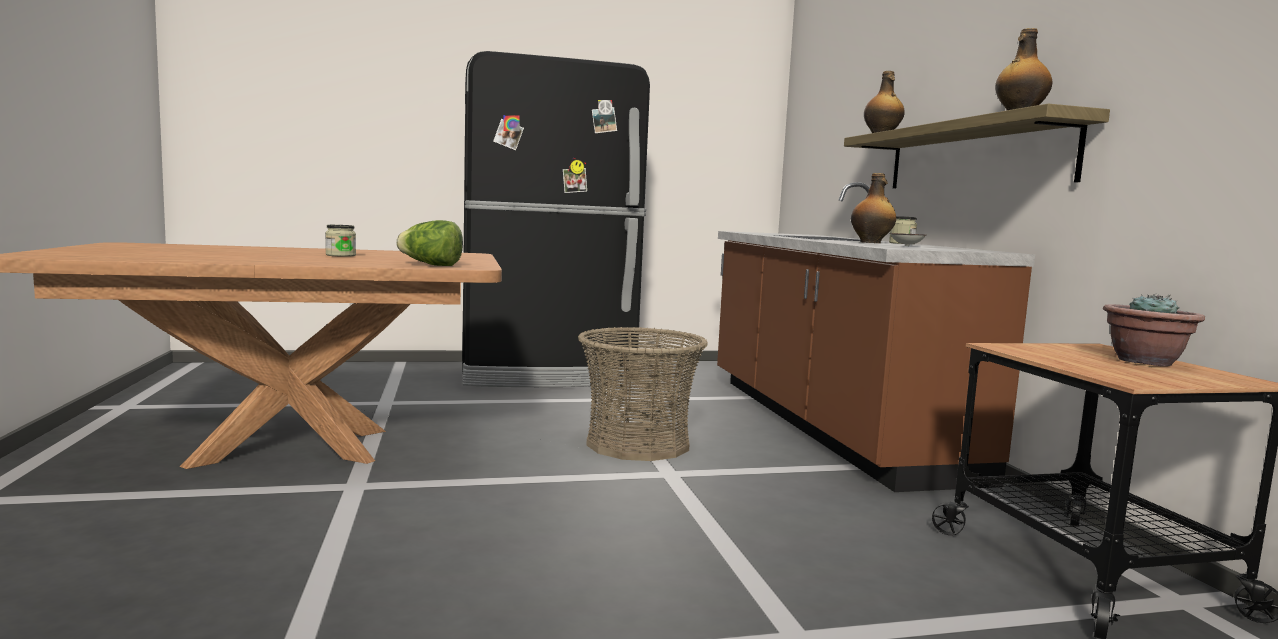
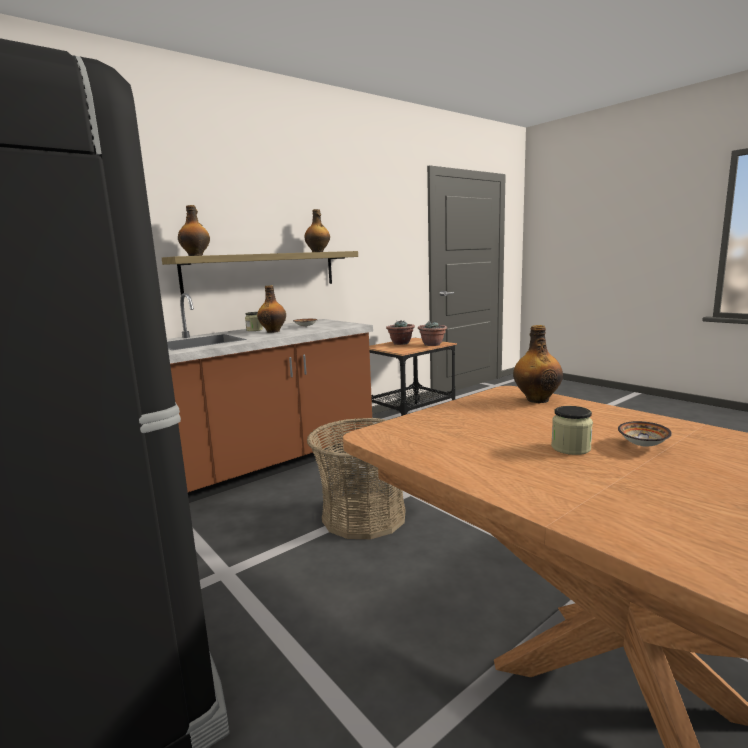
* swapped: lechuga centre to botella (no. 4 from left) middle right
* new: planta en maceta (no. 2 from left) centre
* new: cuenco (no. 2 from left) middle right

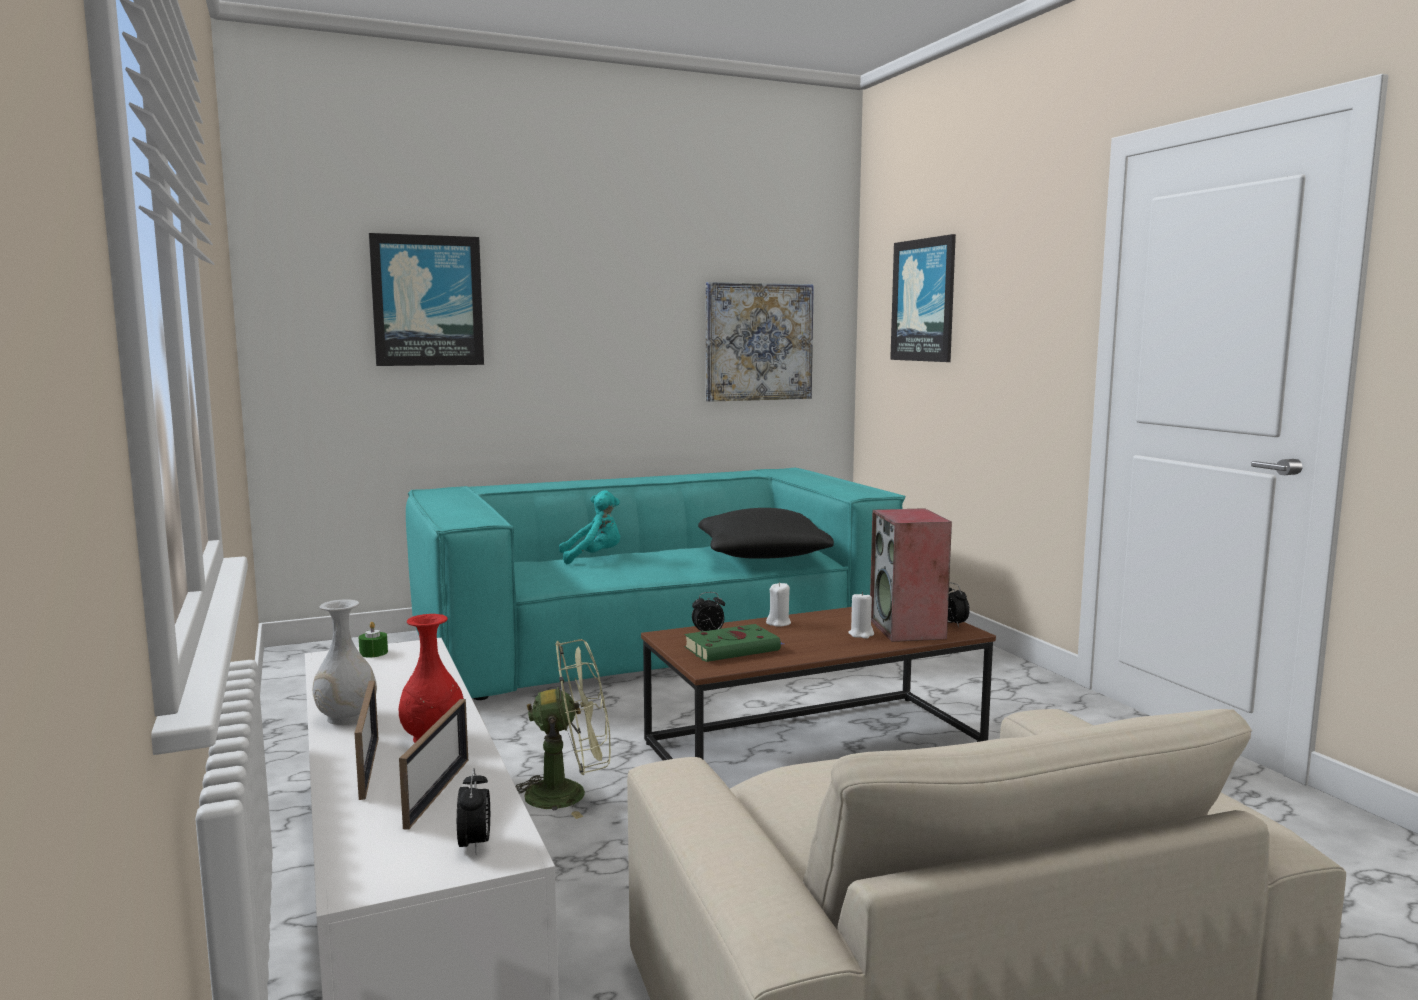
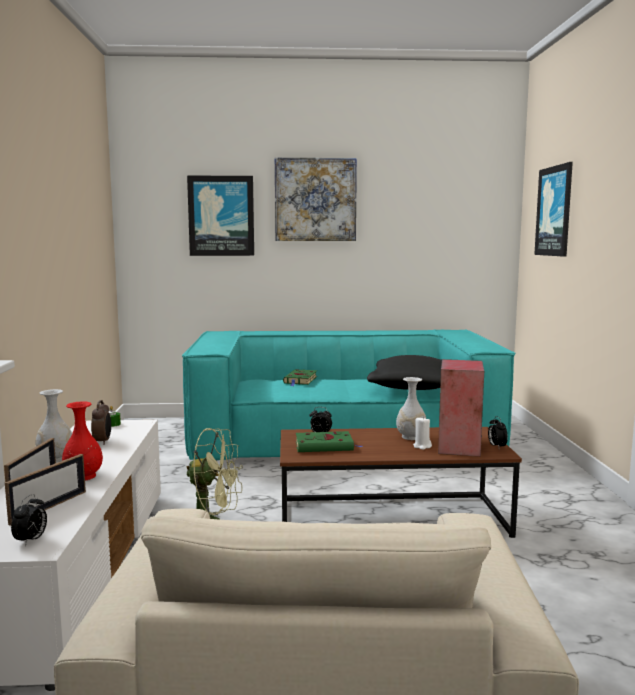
* shifted: cuadro (no. 2 from left) centre to top centre
* swapped: peluche (turquesa) centre to libro (verde) (no. 1 from left) centre
* gone: vela (blanco) (no. 1 from left) centre
* new: florero (blanco) (no. 2 from left) centre
* new: despertador (no. 2 from left) middle left

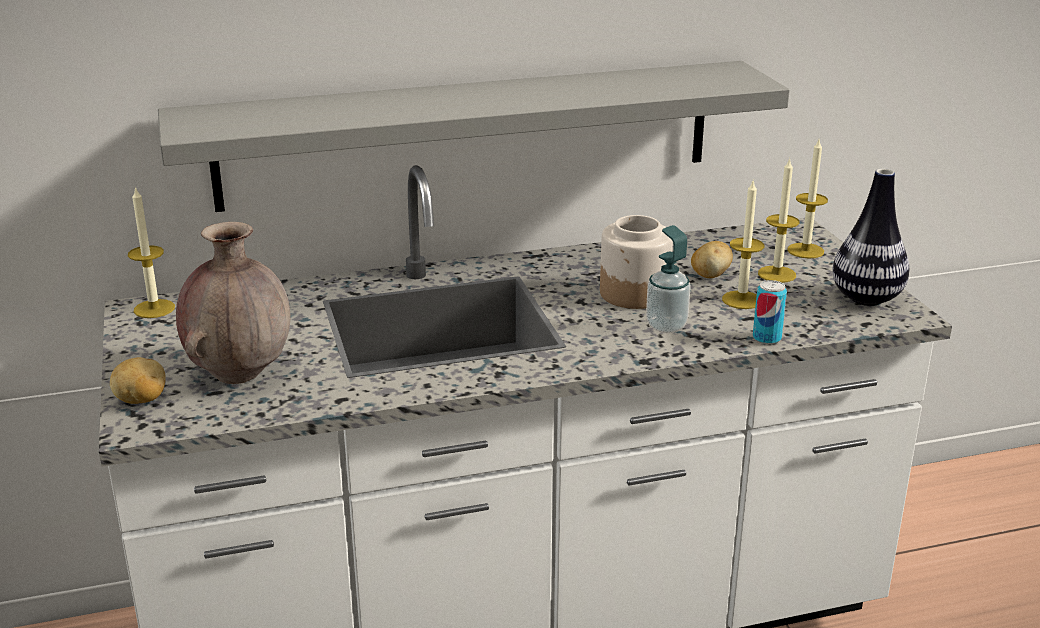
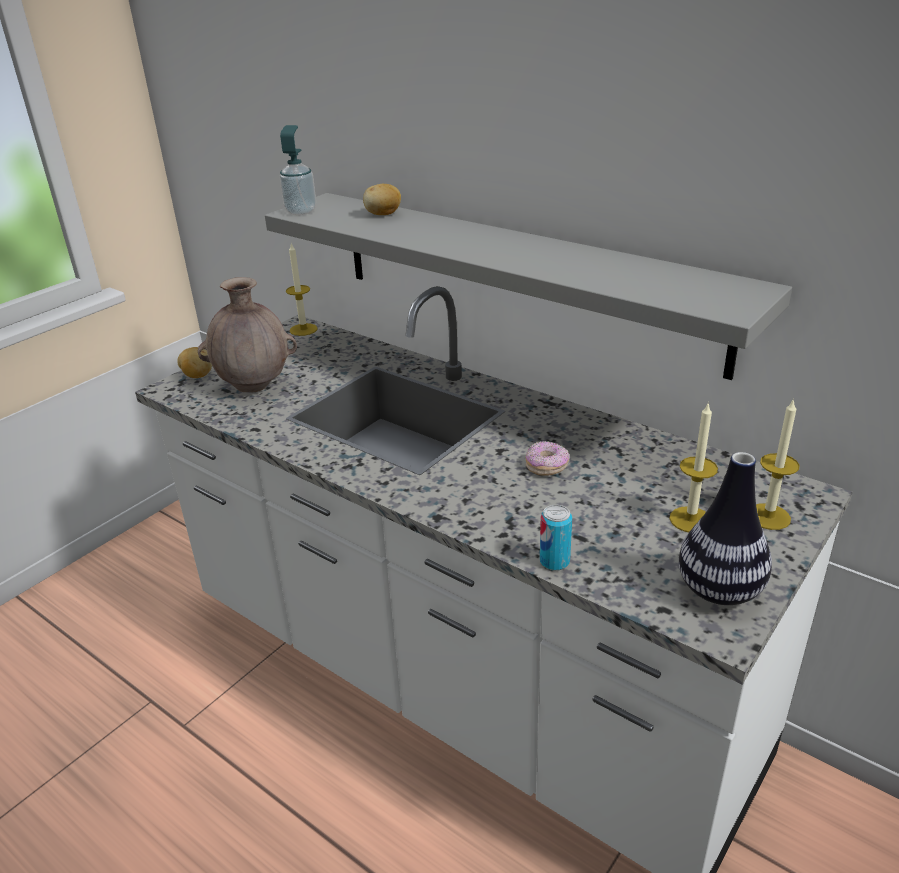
* gone: vela (no. 2 from left) middle right
* swapped: tarro centre to rosquilla centre
* shifted: dispensador de jabón centre to top left
* shifted: patata (no. 2 from left) middle right to top centre

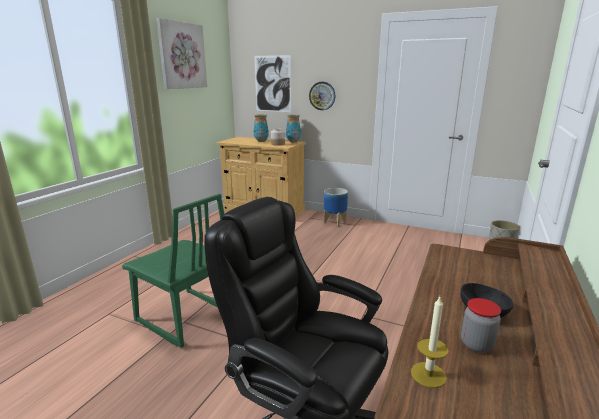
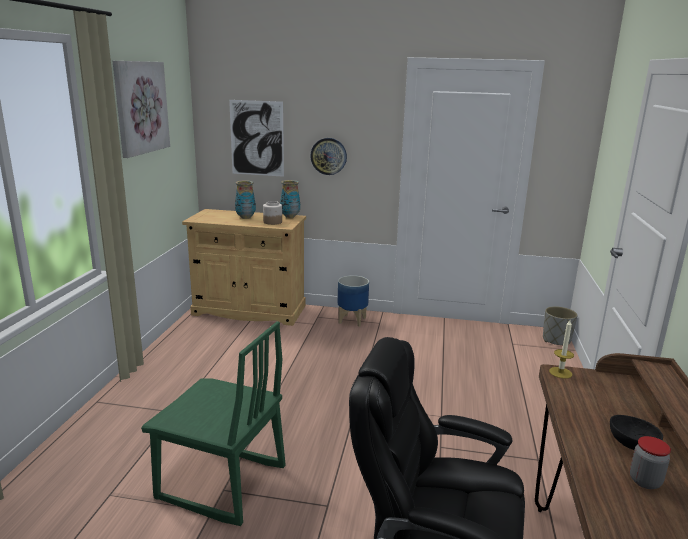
* shifted: vela bottom right to middle right

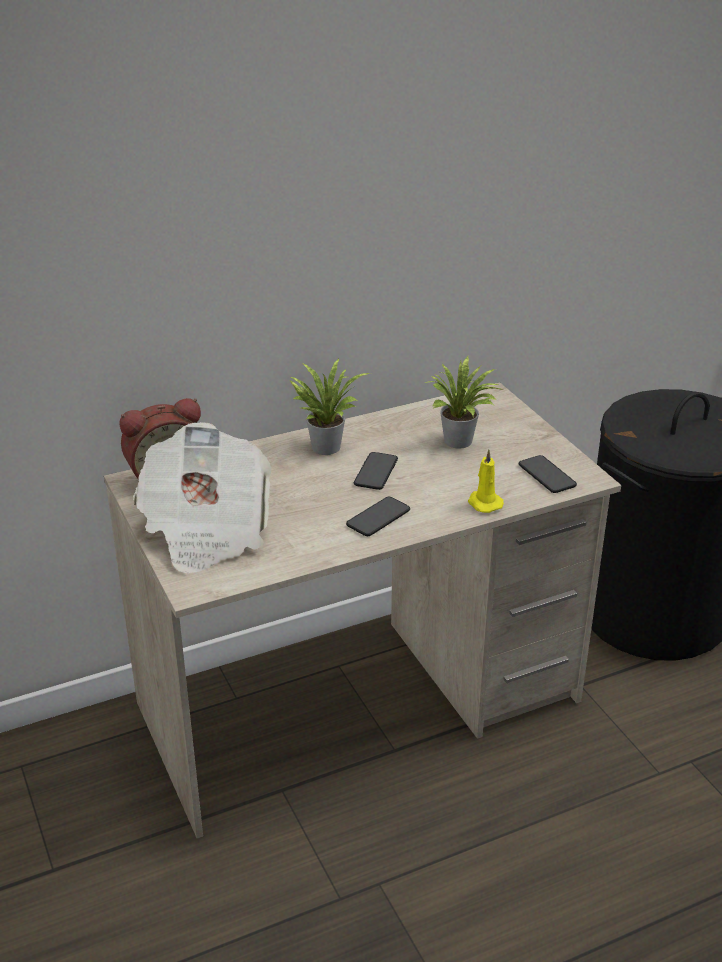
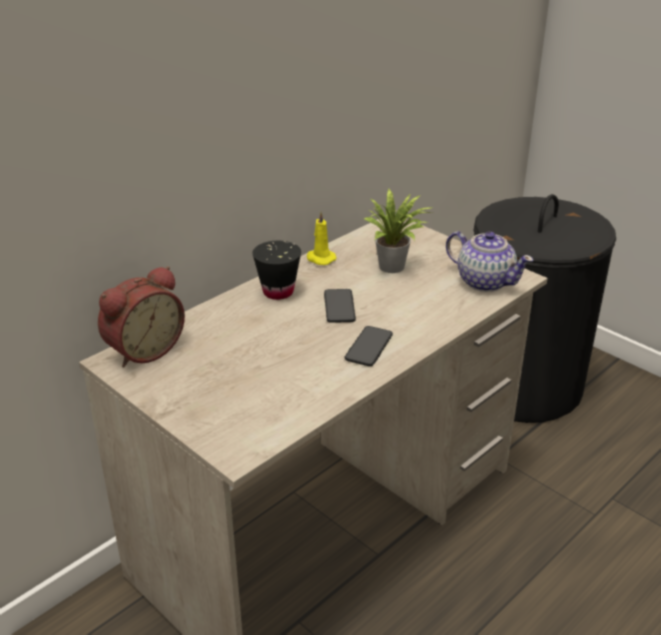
* swapped: planta en maceta (no. 1 from left) centre to taza (negro) centre
* gone: periódico middle left
* shifted: vela (amarillo) middle right to centre
* swapped: móvil (no. 3 from left) middle right to tetera middle right

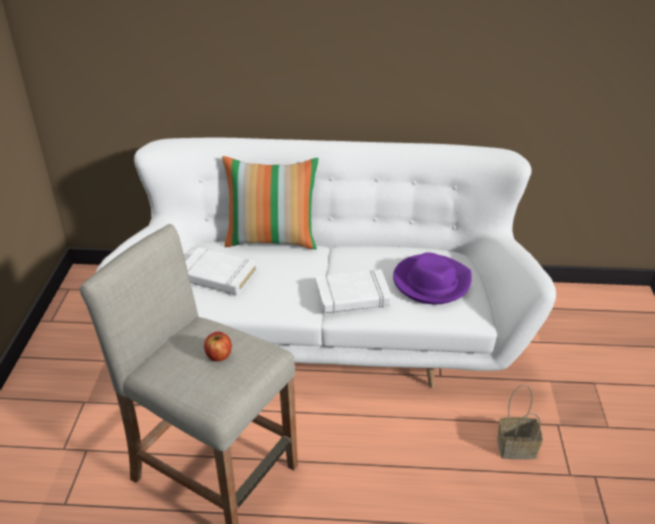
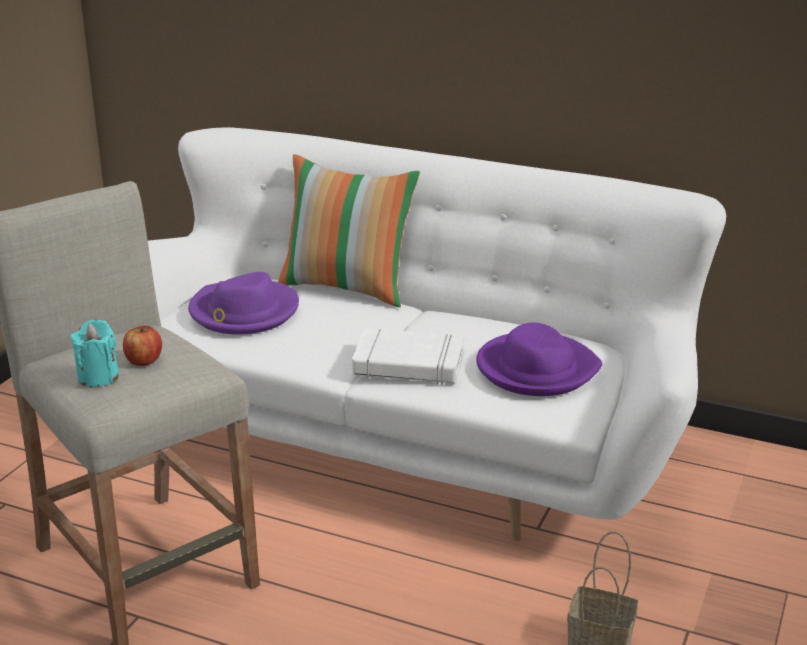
* swapped: libro (blanco) (no. 1 from left) centre to sombrero (morado) (no. 1 from left) middle left
* new: vela (turquesa) middle left

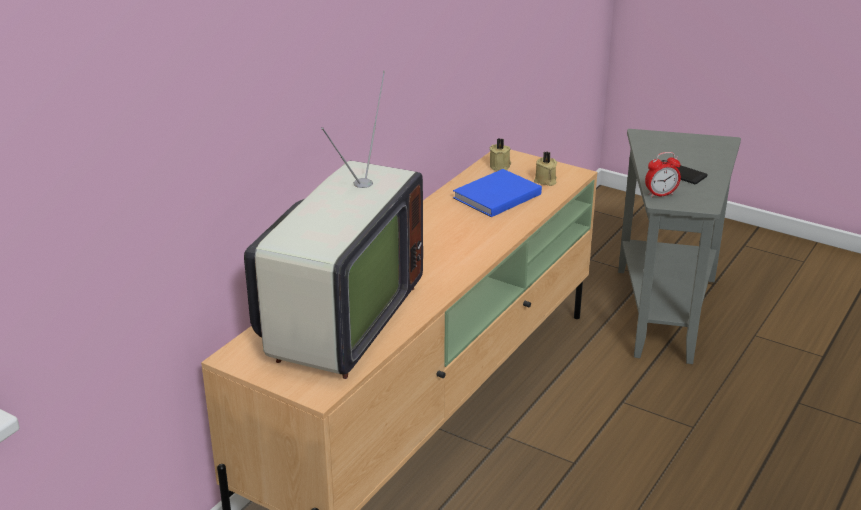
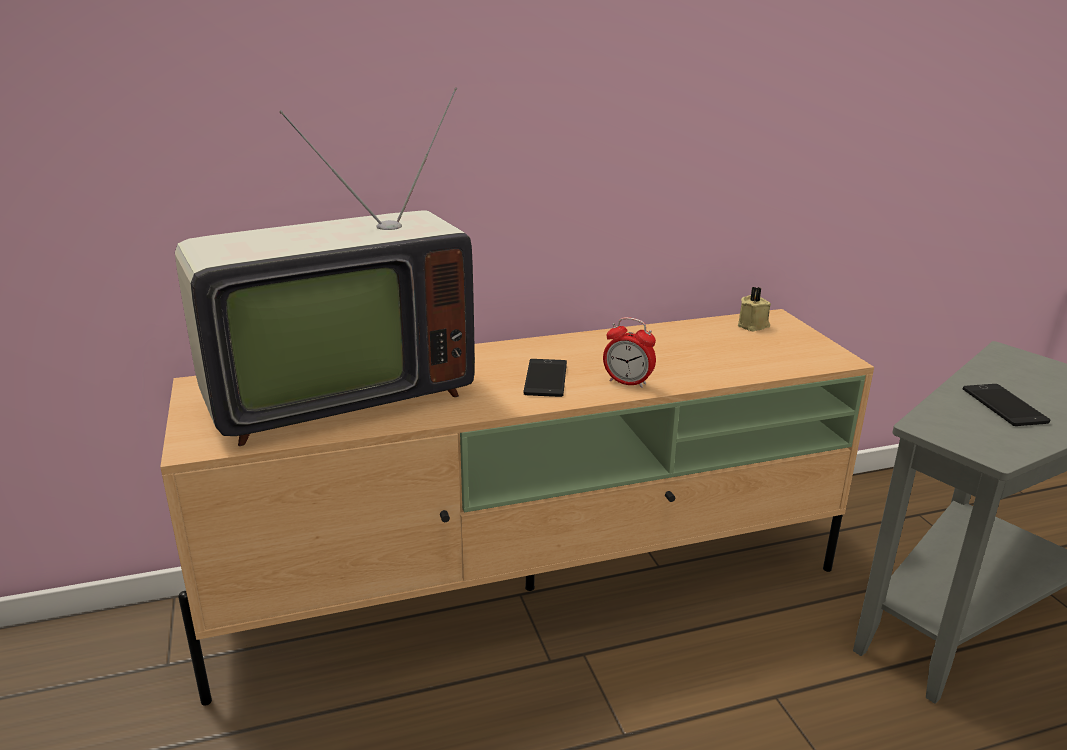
* gone: vela (beis) (no. 2 from left) top centre
* shifted: despertador middle right to centre
* gone: libro (azul) centre
* new: móvil (no. 1 from left) centre

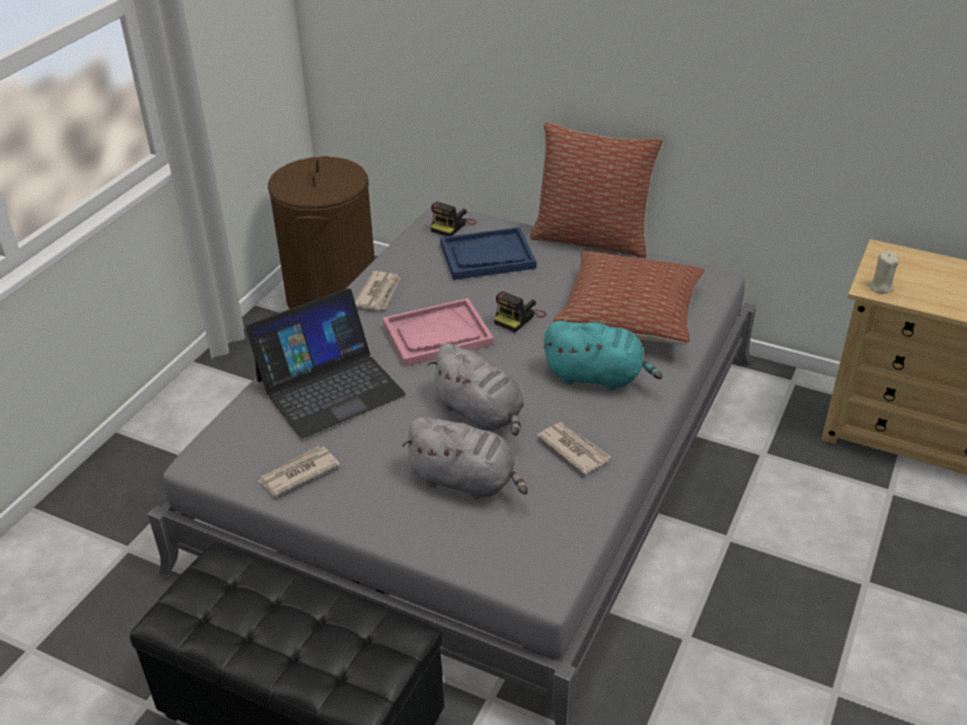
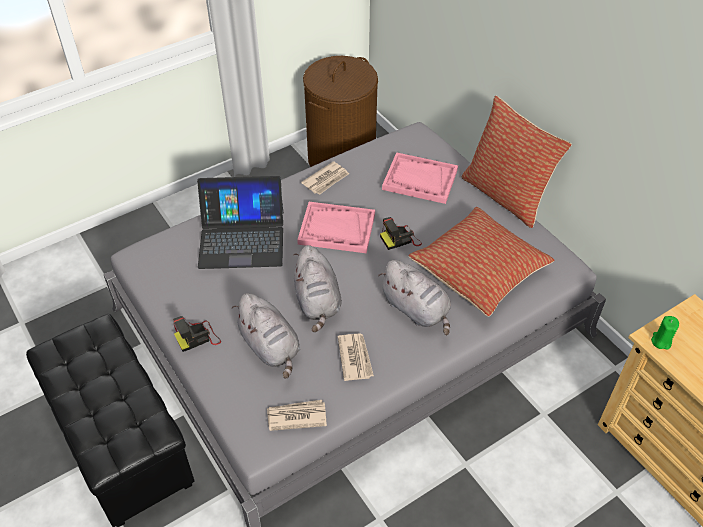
* shifted: cámara (no. 1 from left) top centre to middle left
* repainted: bandeja (azul) centre to bandeja (rosa) (no. 2 from left) centre
* repainted: vela (beis) middle right to vela (verde) middle right
* repainted: peluche (turquesa) centre to peluche (gris) (no. 3 from left) centre
* shifted: periódico (no. 1 from left) middle left to bottom centre

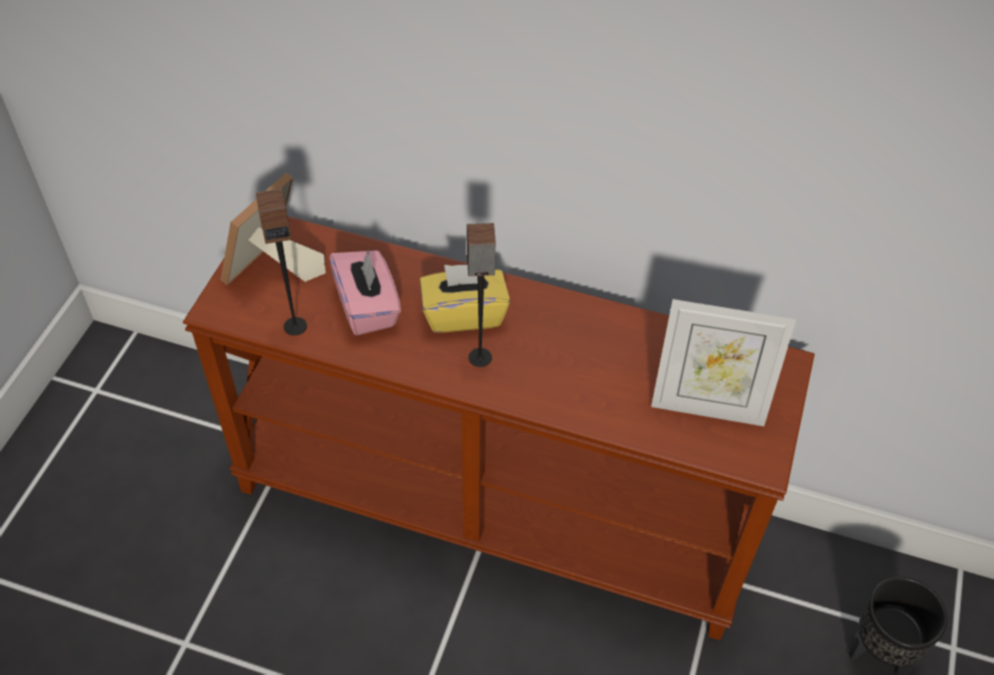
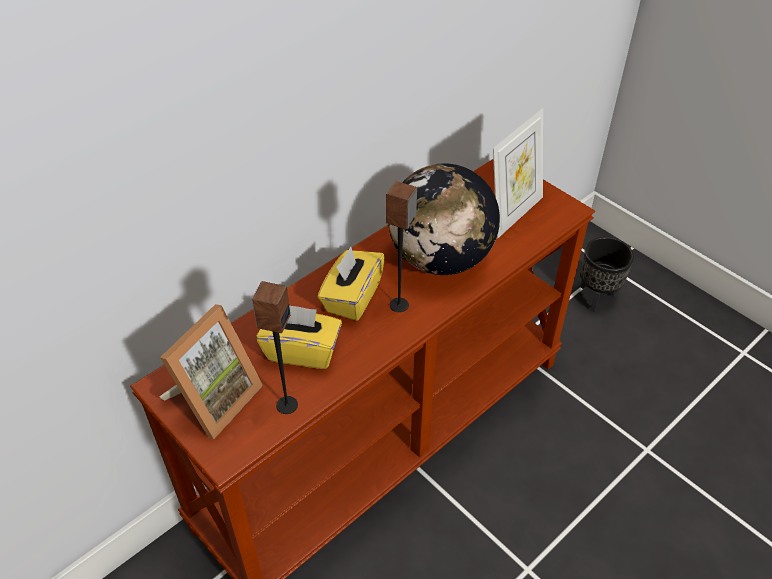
* rotated: portarretratos (no. 1 from left) middle left = middle left 120 degrees counterclockwise
* repainted: caja de pañuelos (rosa) centre to caja de pañuelos (amarillo) (no. 1 from left) centre
* new: globo terráqueo centre

